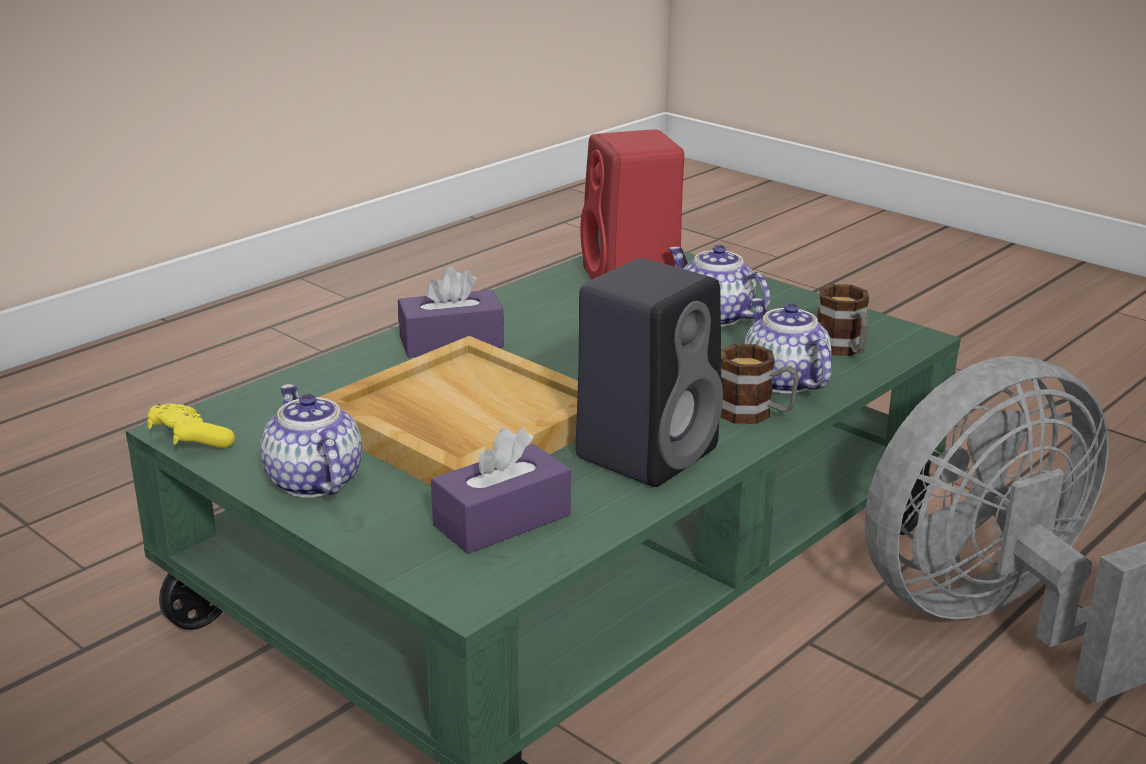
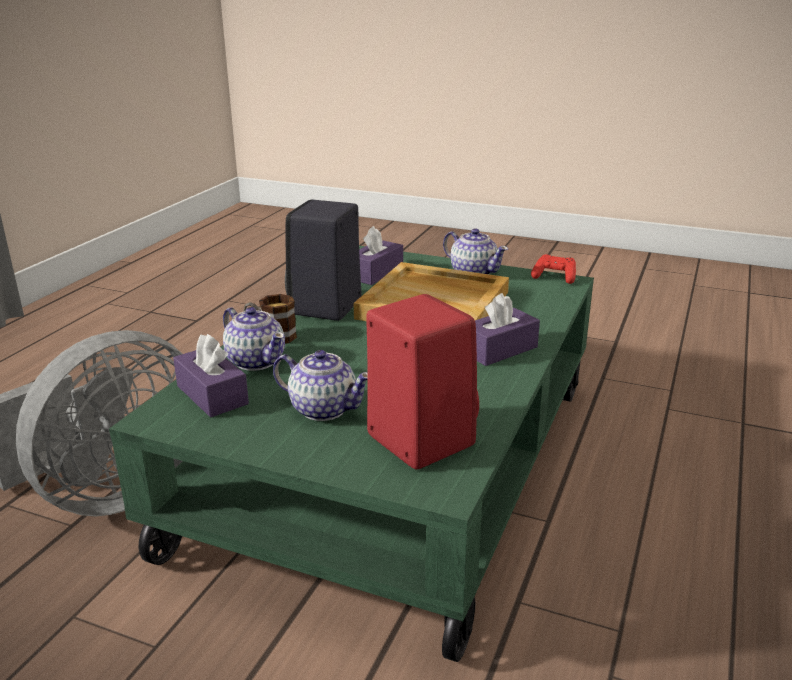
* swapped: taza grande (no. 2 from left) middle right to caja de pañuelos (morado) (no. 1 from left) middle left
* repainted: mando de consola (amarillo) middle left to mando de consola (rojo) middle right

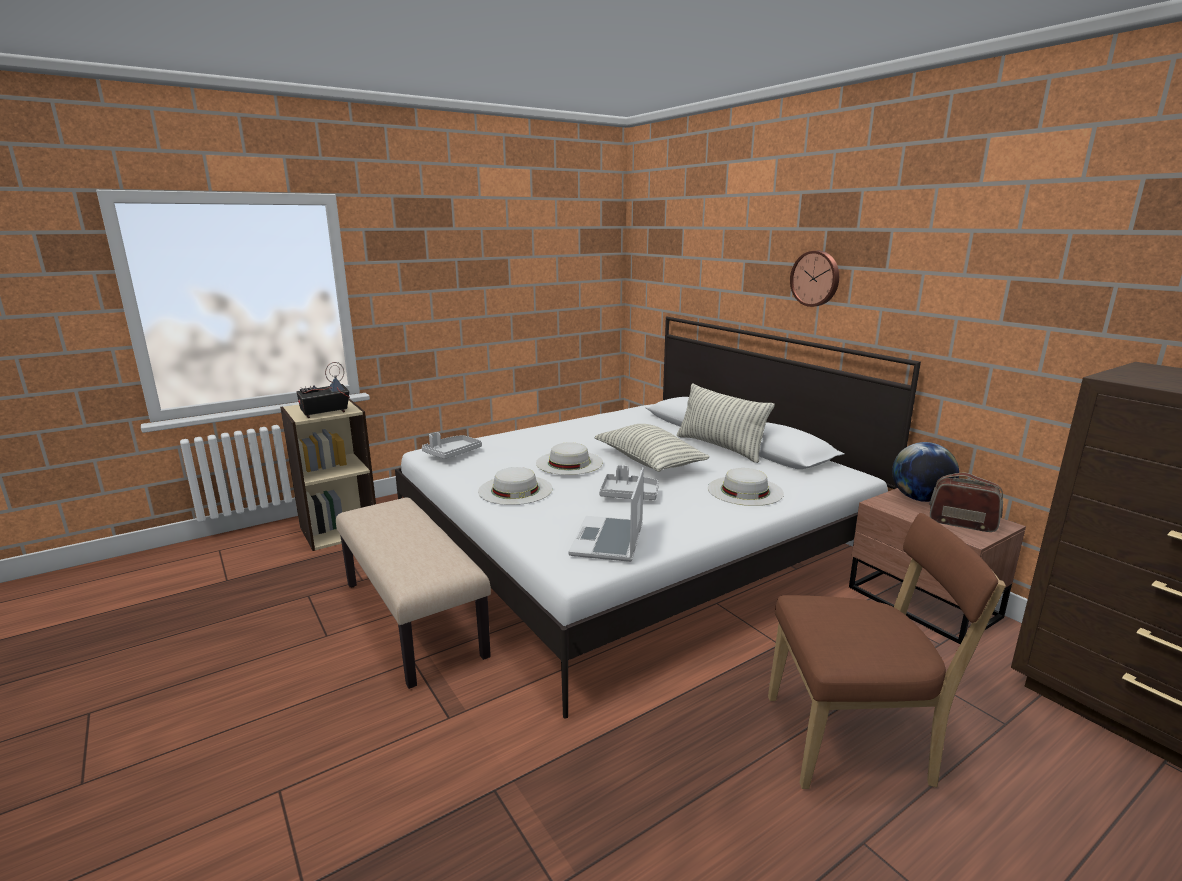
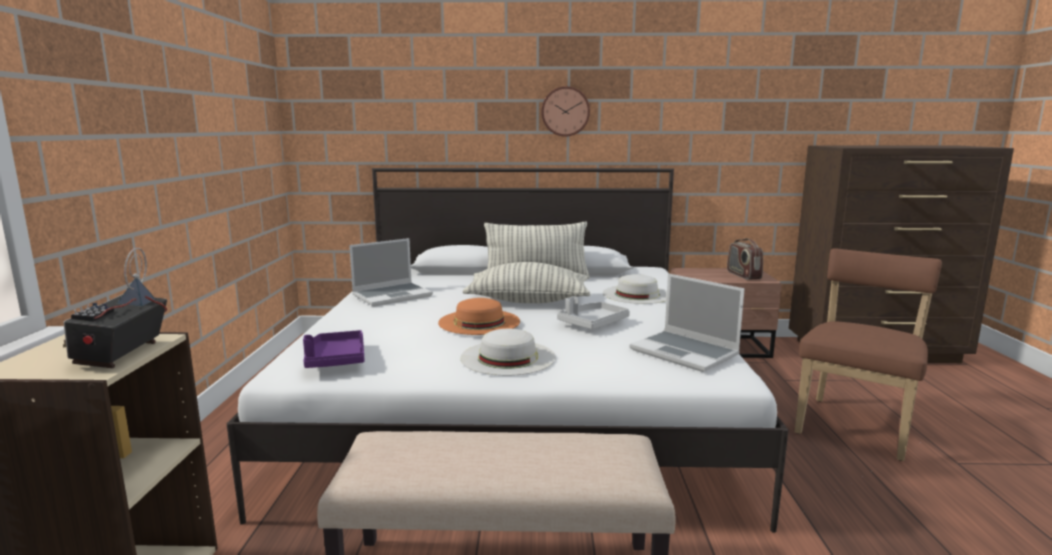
* repainted: bandeja (gris) (no. 1 from left) centre to bandeja (morado) middle left
* repainted: sombrero (blanco) (no. 2 from left) centre to sombrero (naranja) centre
* gone: globo terráqueo middle right
* rotated: radio (no. 2 from left) middle right = middle right 75 degrees counterclockwise
* new: portátil (no. 1 from left) centre

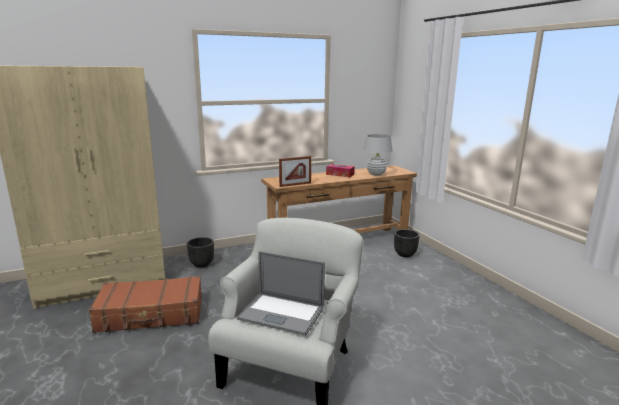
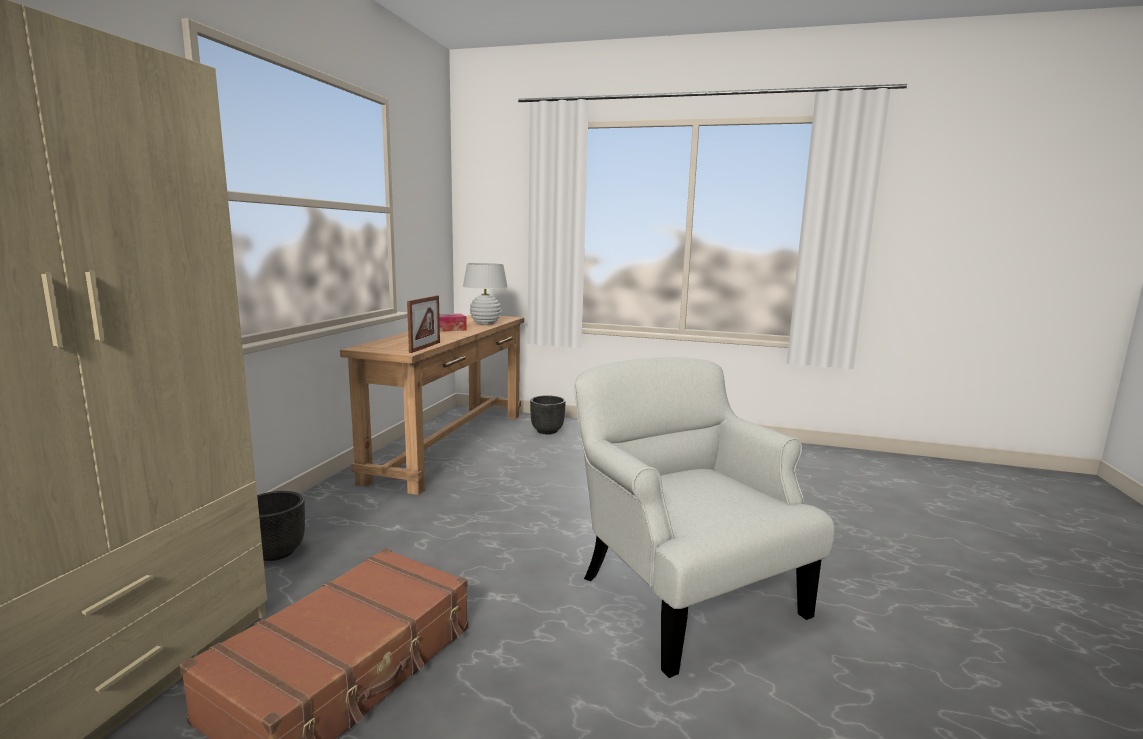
* gone: portátil bottom centre

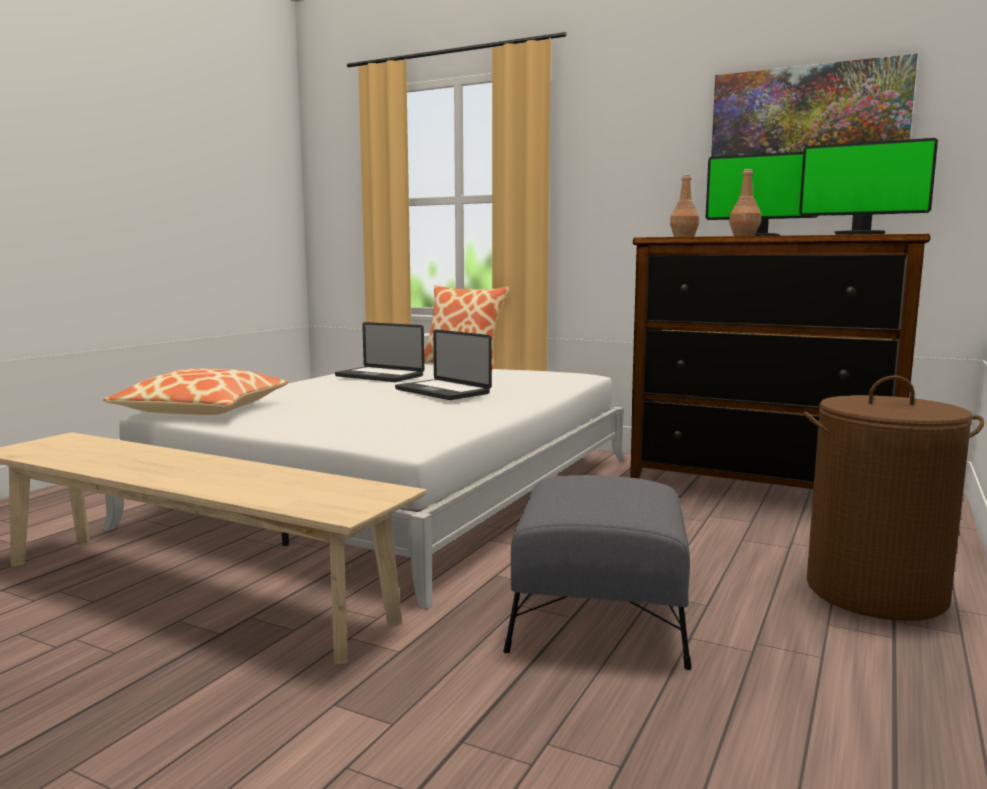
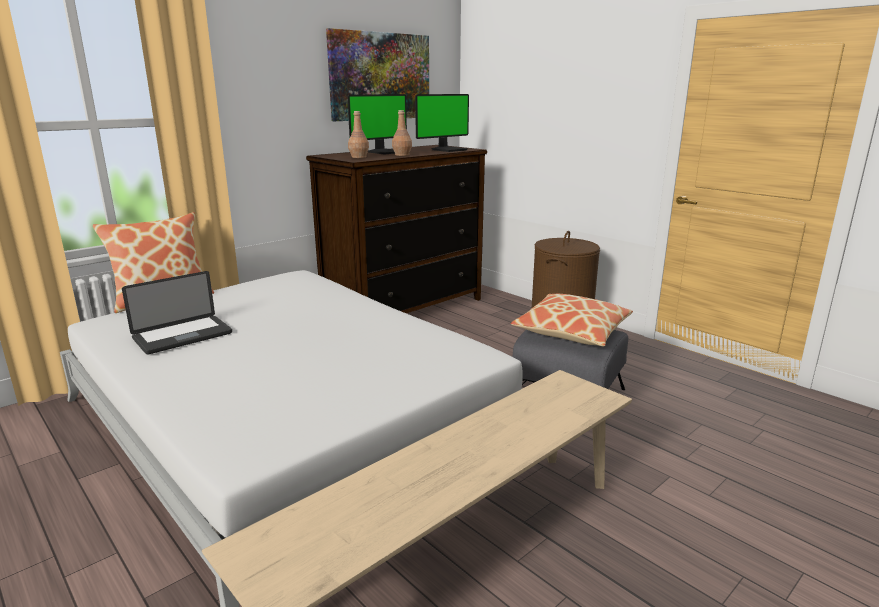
* gone: portátil (no. 2 from left) centre
* shifted: cojín (no. 1 from left in the first image) middle left to cojín (no. 2 from left) centre

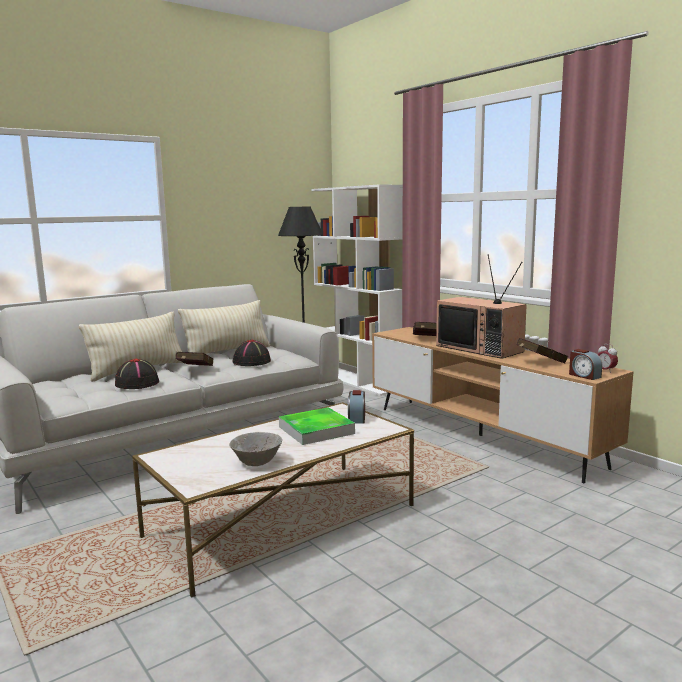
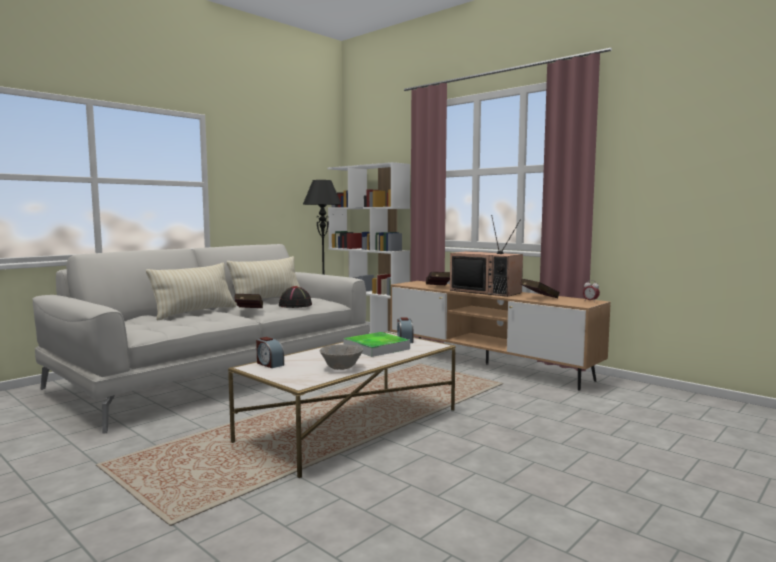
* shifted: despertador (no. 2 from left in the first image) middle right to despertador (no. 1 from left) centre
* gone: sombrero (negro) (no. 1 from left) middle left

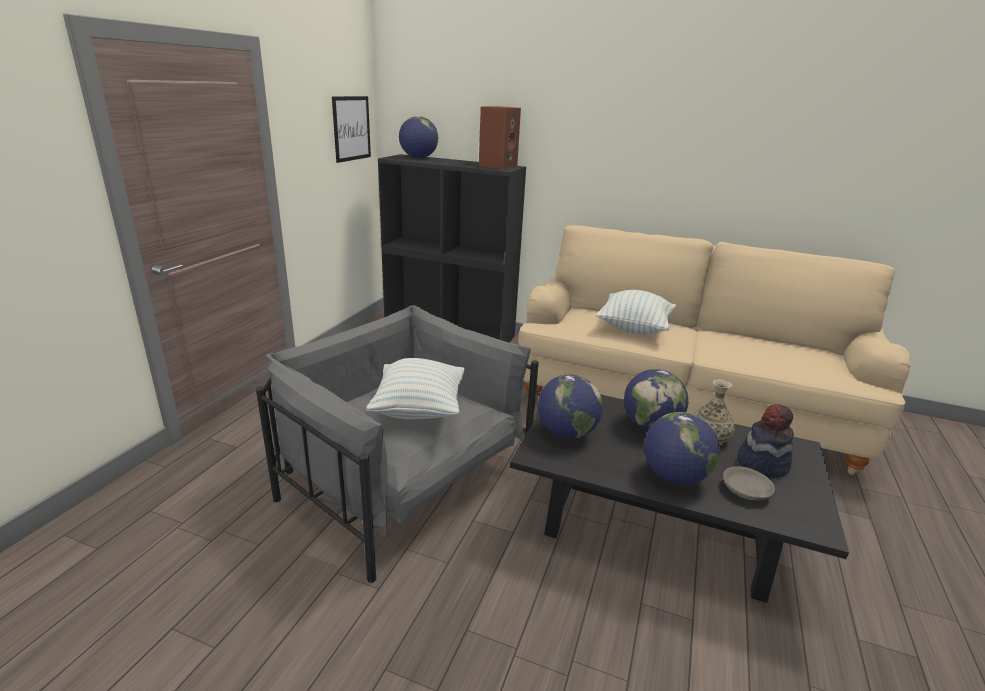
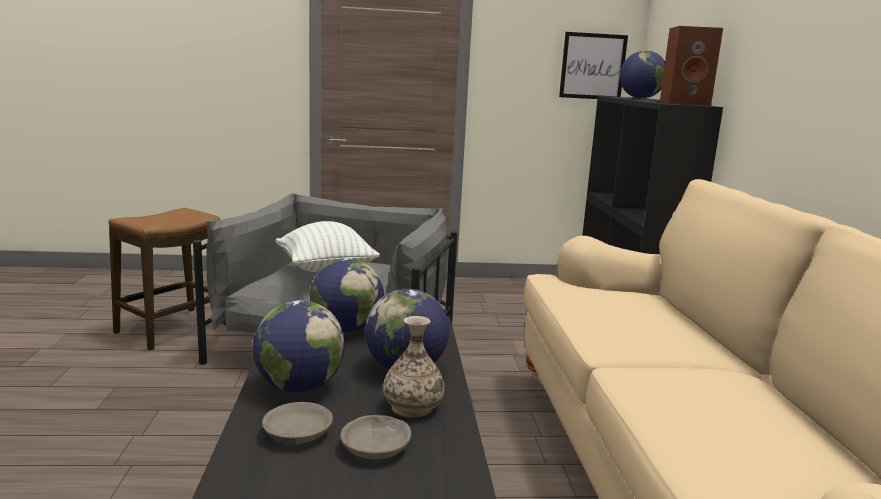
* gone: cojín (no. 2 from left) centre
* swapped: sombrero middle right to cuenco (gris) (no. 2 from left) bottom centre
* new: taburete middle left

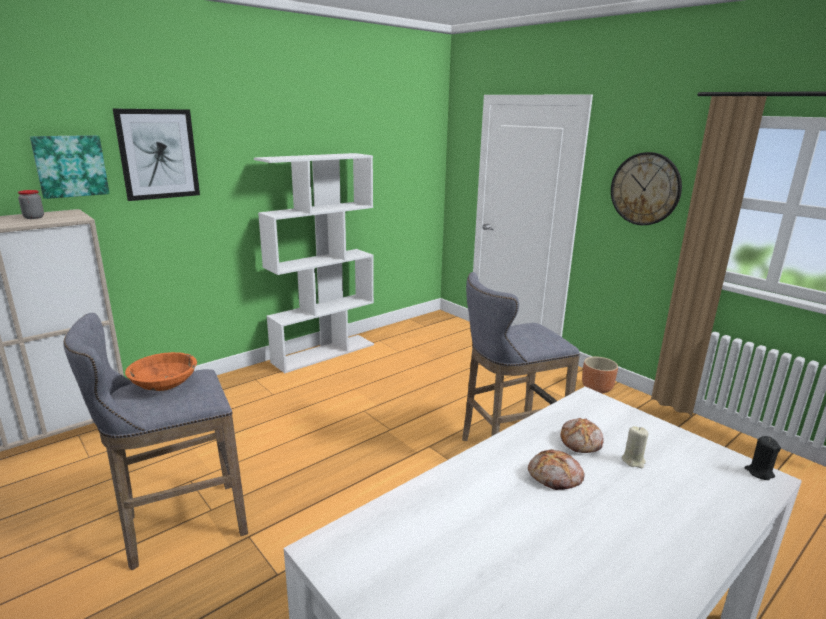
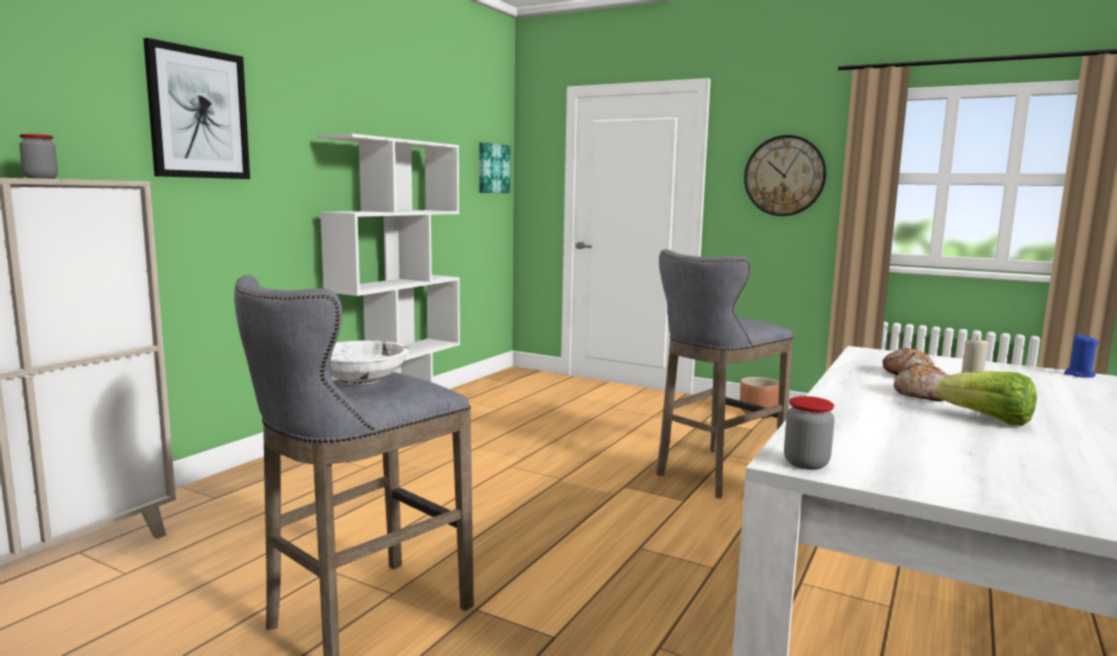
* shifted: cuadro (no. 1 from left in the first image) top left to cuadro (no. 2 from left) top centre
* repainted: cuenco (naranja) middle left to cuenco (blanco) middle left
* repainted: vela (negro) bottom right to vela (azul) middle right
* new: lechuga middle right
* new: tarro (no. 2 from left) middle right

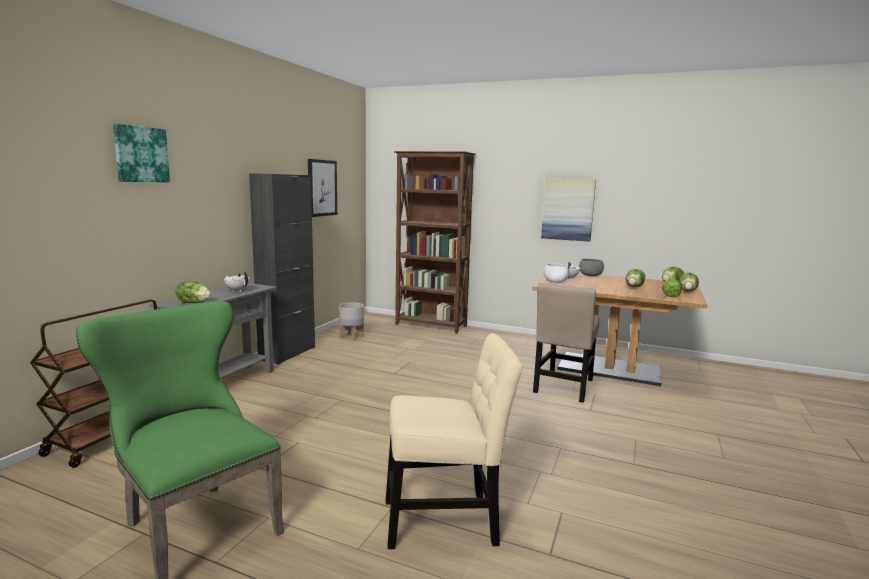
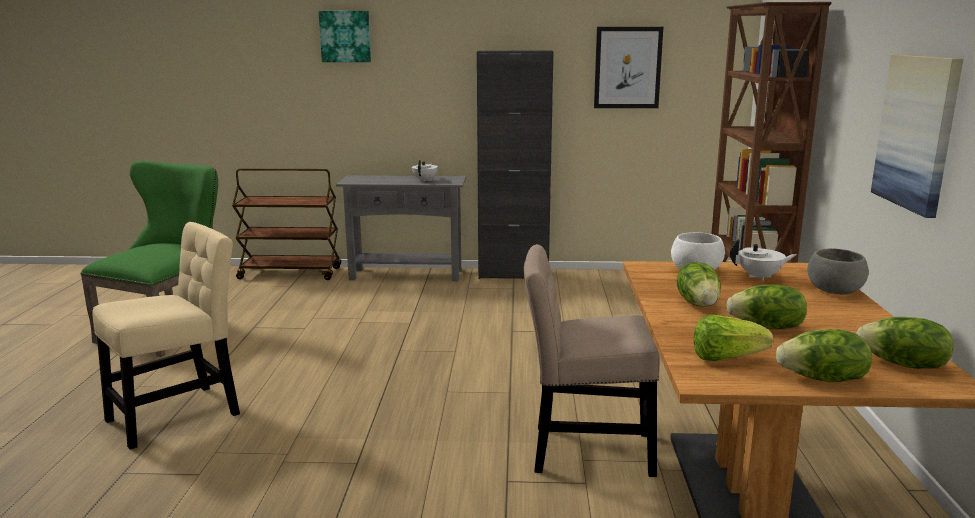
* shifted: lechuga (no. 1 from left) middle left to middle right
* gone: maceta (gris) centre
* rotated: silla (beis) (no. 1 from left) bottom centre = middle left 105 degrees counterclockwise

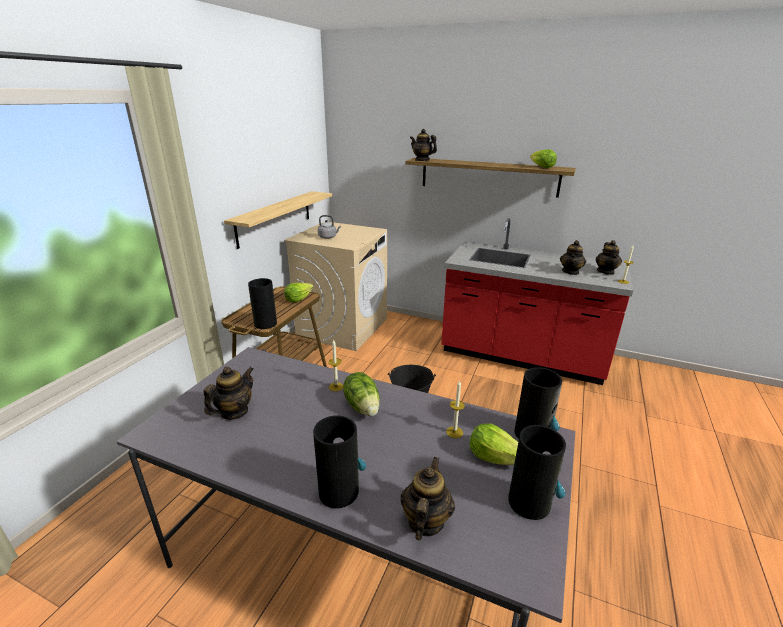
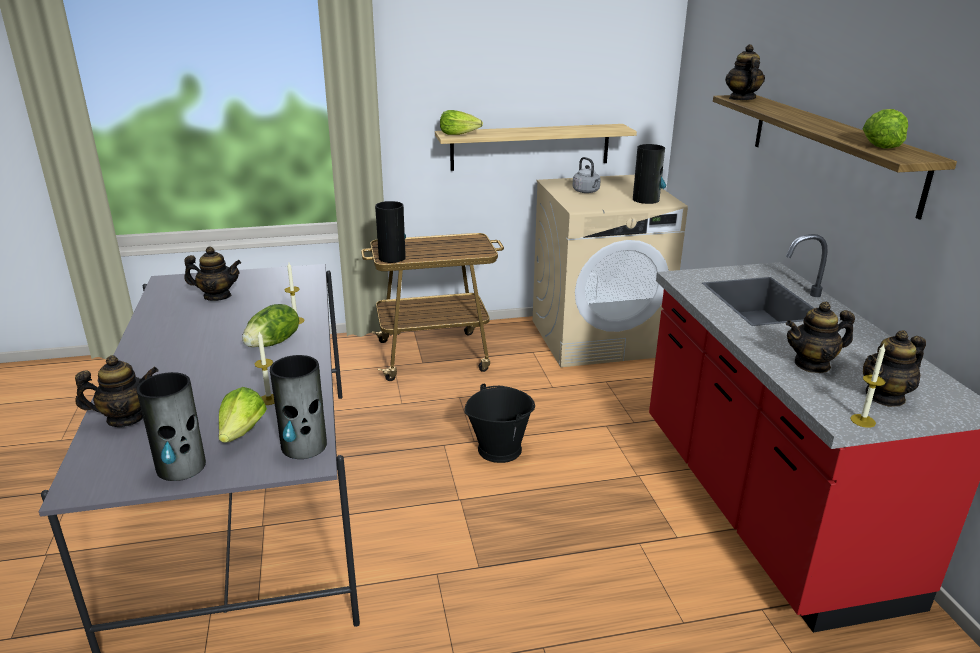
* shifted: lechuga (no. 1 from left in the first image) centre to lechuga (no. 3 from left) top centre
* shifted: florero (no. 2 from left in the first image) bottom centre to florero (no. 4 from left) top centre

